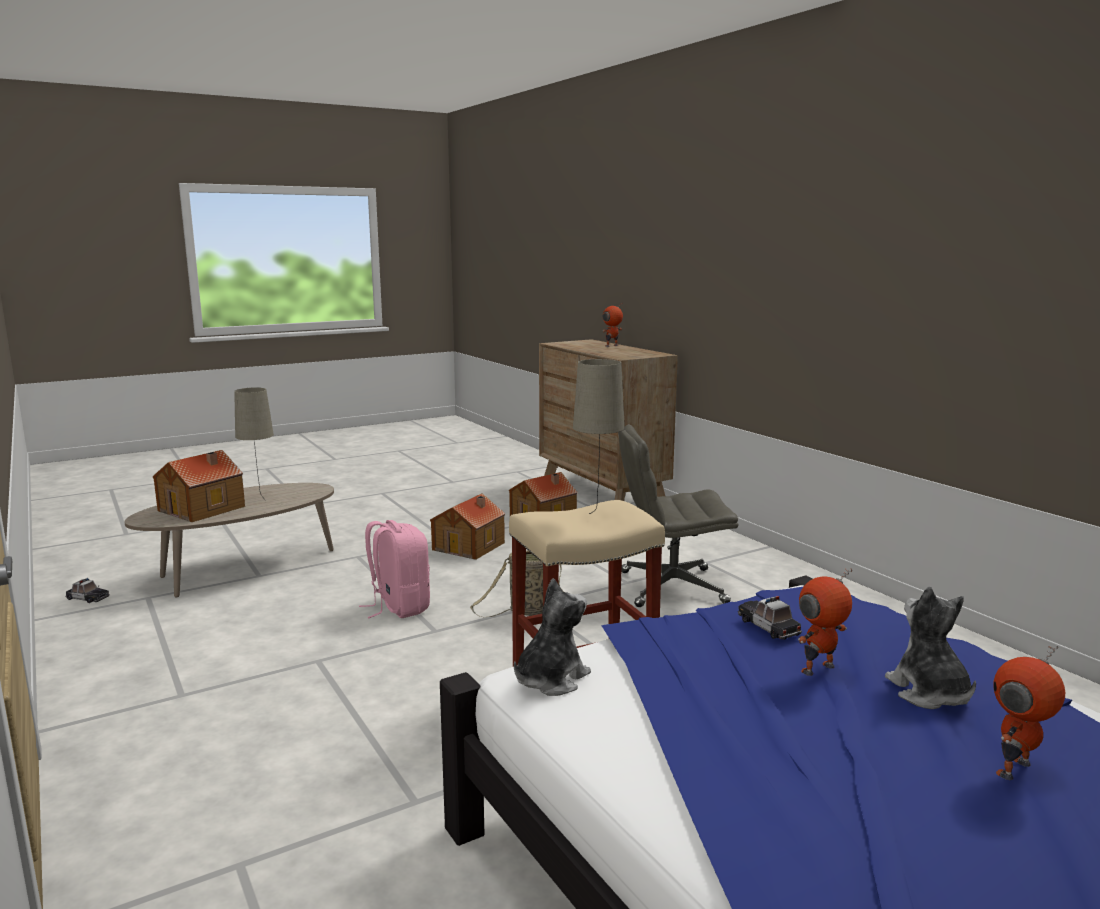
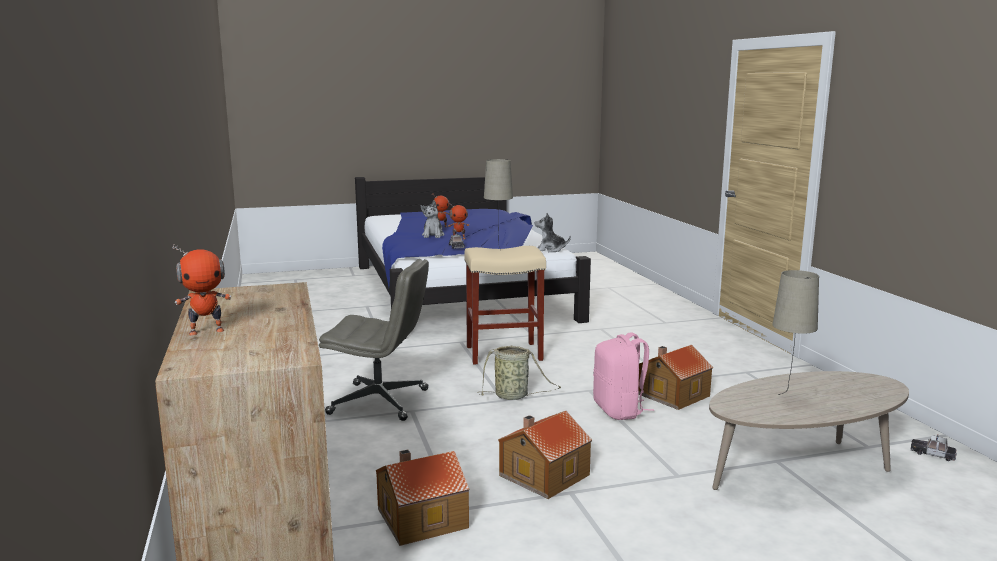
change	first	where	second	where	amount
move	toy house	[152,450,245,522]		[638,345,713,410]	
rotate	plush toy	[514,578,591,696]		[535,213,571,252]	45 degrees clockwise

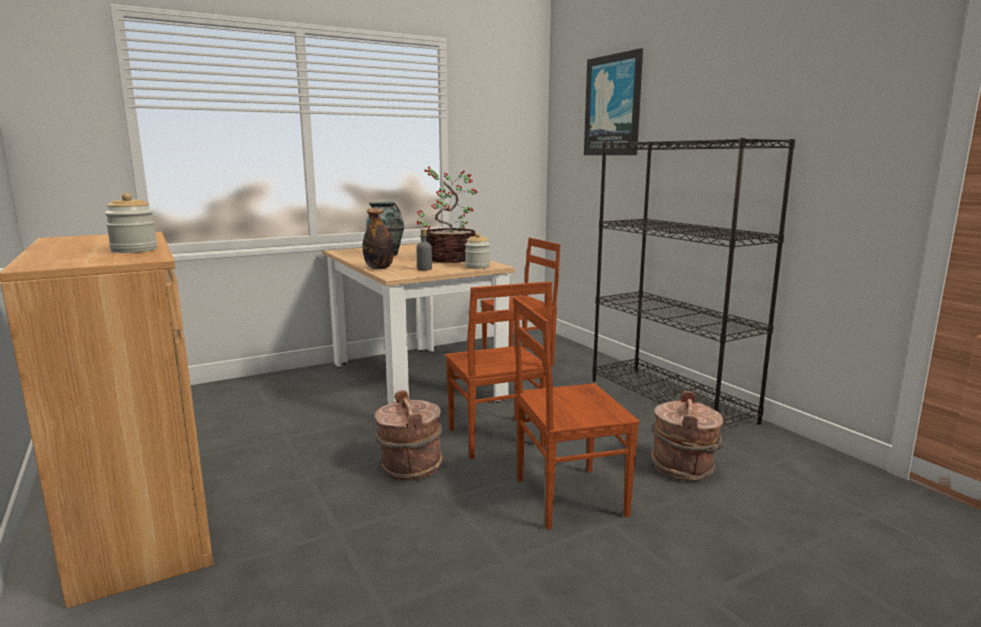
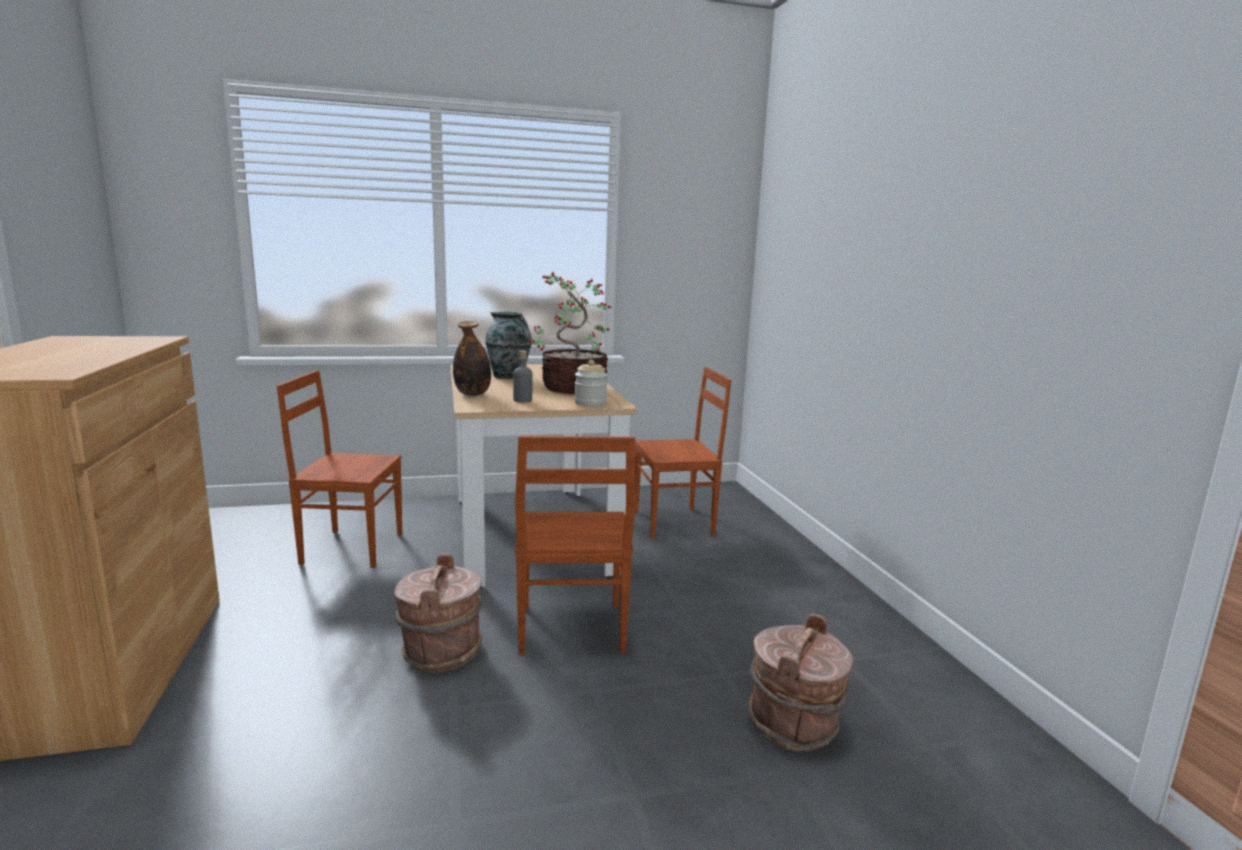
change	first	where	second	where	amount
delete	picture	[584,48,643,155]			
delete	black bookcase	[592,138,795,426]			
delete	jar	[104,193,157,253]			
move	brown chair	[513,297,640,530]		[277,370,402,568]	

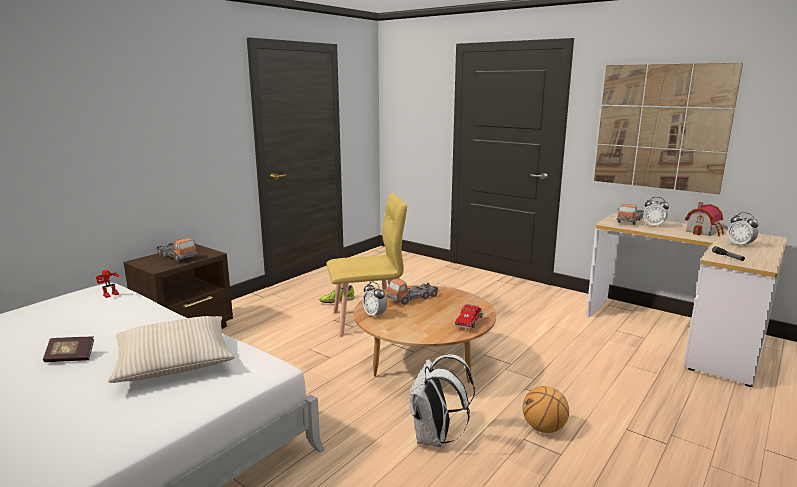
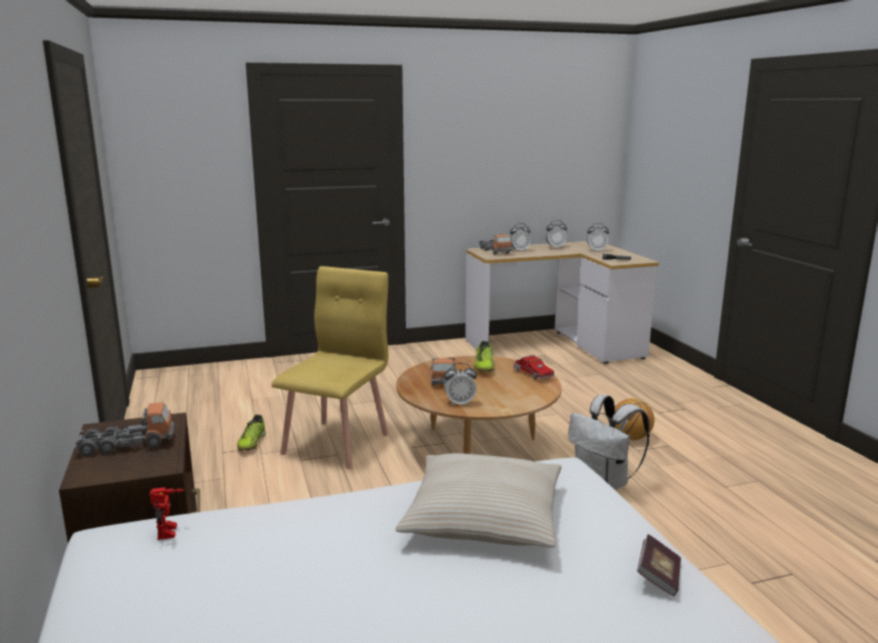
change	first	where	second	where	amount
delete	picture	[594,63,743,194]			
replace	toy house	[685,202,724,236]	alarm clock	[546,220,567,248]	
move	book	[43,337,94,362]		[637,534,681,596]	
insert			shoe	[474,341,494,372]	

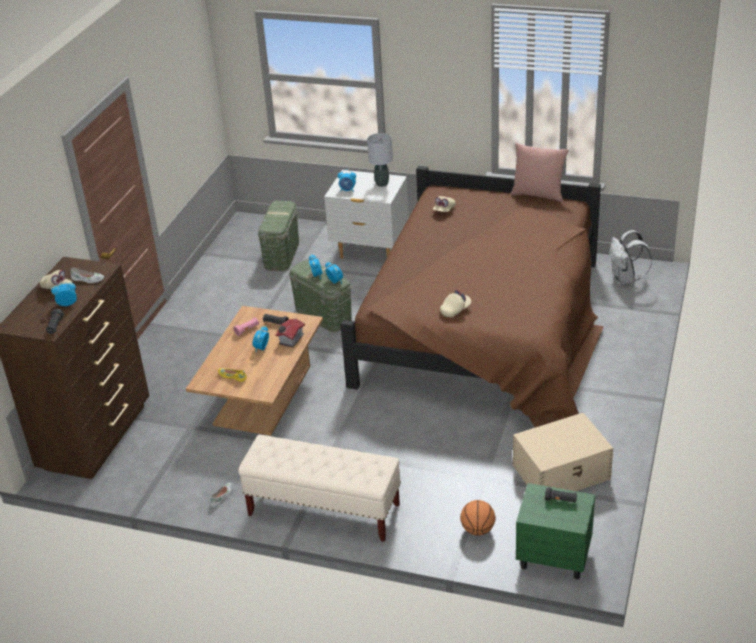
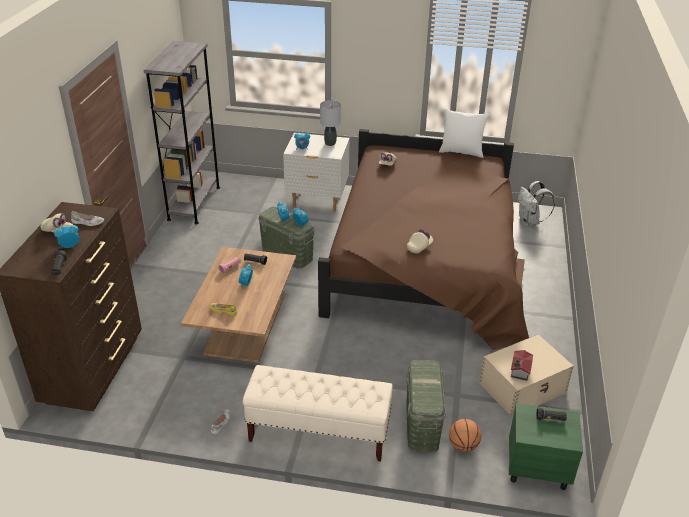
change	first	where	second	where	amount
recolor	pink pillow	[511,143,569,202]	white pillow	[439,109,489,158]	
move	green storage box	[258,201,299,271]		[406,360,446,452]	
move	toy house	[276,319,305,347]		[511,350,533,381]	
insert			grey bookcase	[144,41,220,224]	

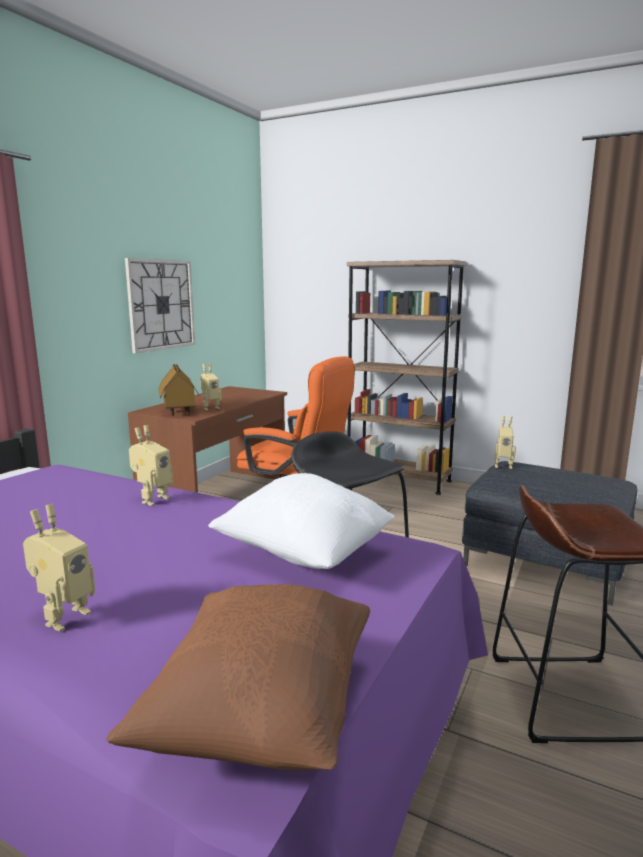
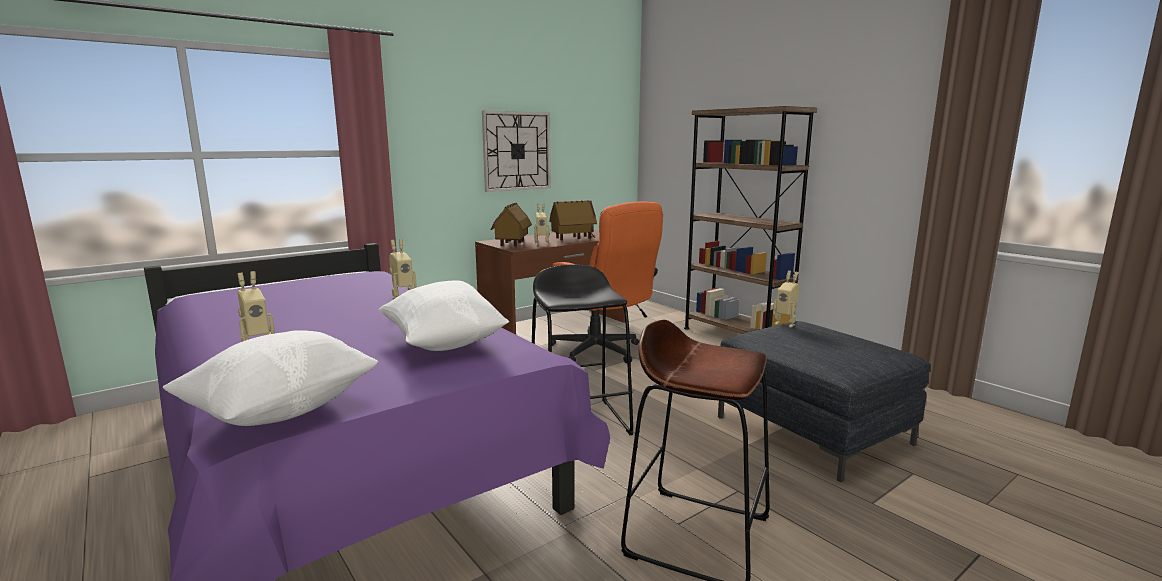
change	first	where	second	where	amount
recolor	brown pillow	[106,584,370,770]	white pillow	[163,330,378,426]	
insert			toy house	[549,200,597,240]	

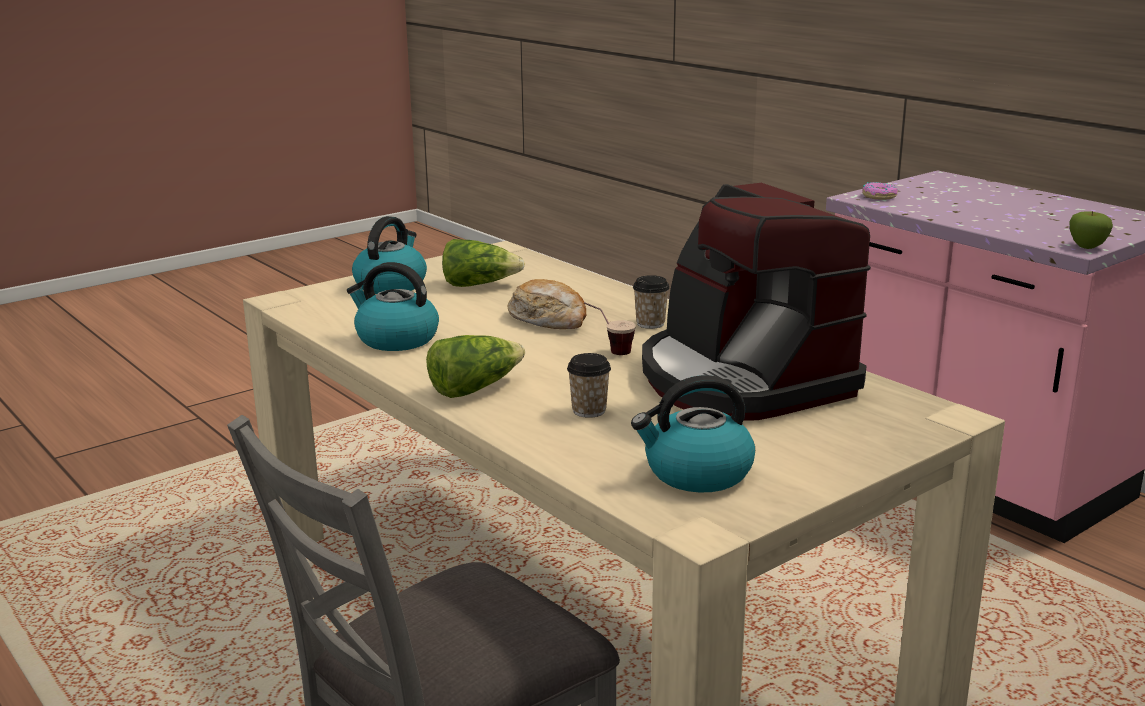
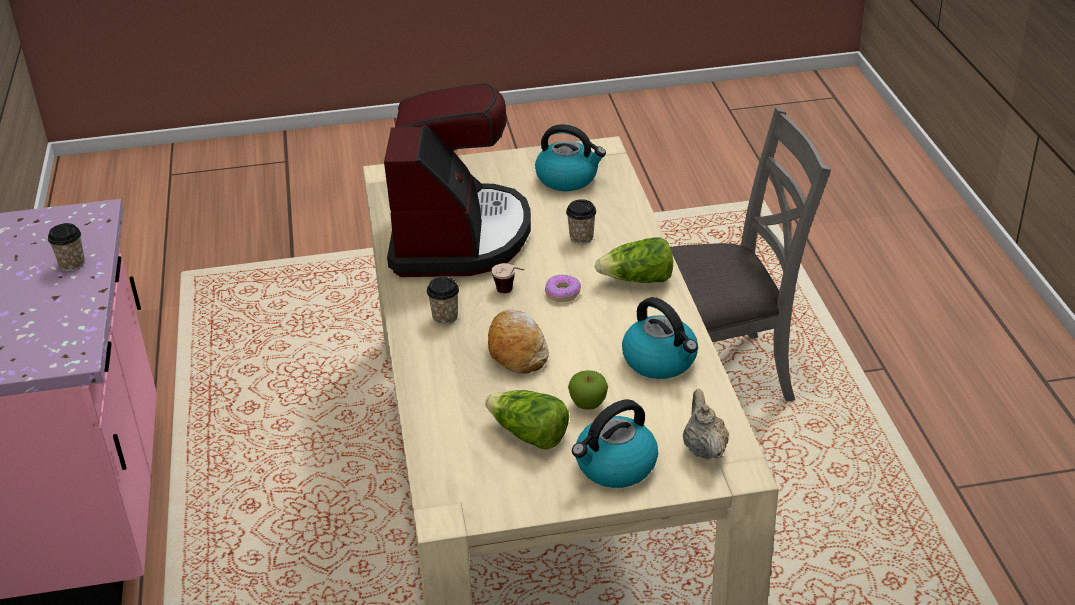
change	first	where	second	where	amount
move	donut	[862,182,898,200]		[545,274,581,302]	
move	apple	[1069,211,1113,249]		[568,370,608,410]	
insert			cup	[48,223,85,271]	
insert			beige teapot	[683,389,729,460]	

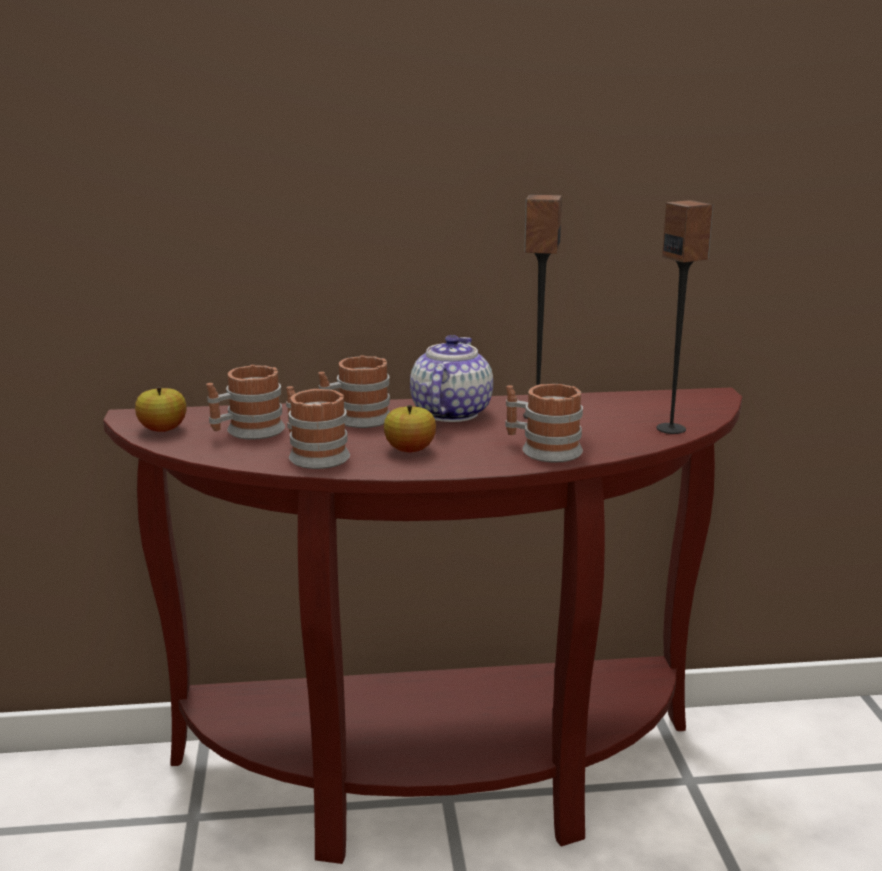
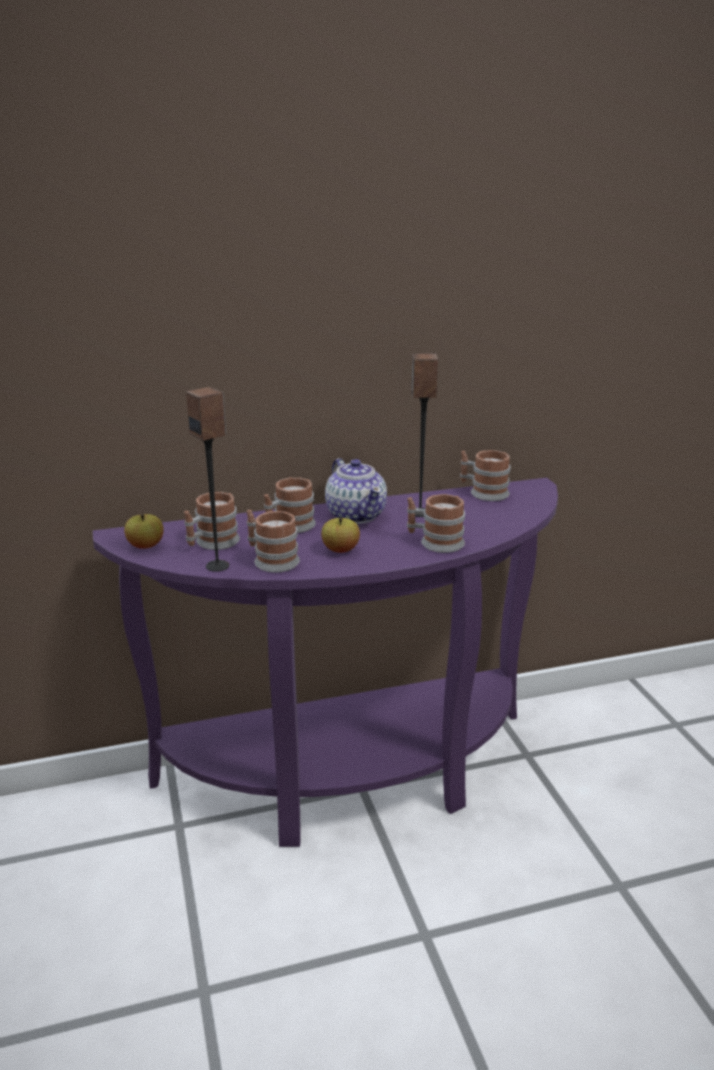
change	first	where	second	where	amount
move	speaker	[657,200,713,434]		[186,387,229,572]	
rotate	teapot	[410,335,493,422]		[325,458,387,524]	150 degrees clockwise
recolor	brown console table	[103,388,742,864]	purple console table	[93,478,558,847]	
insert			mug	[460,450,511,501]	

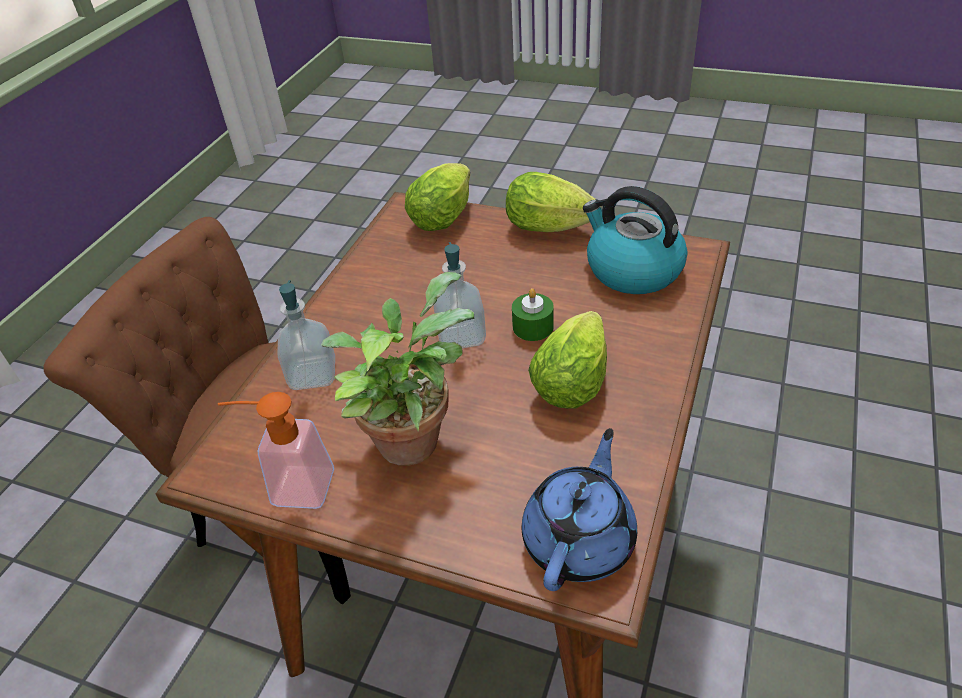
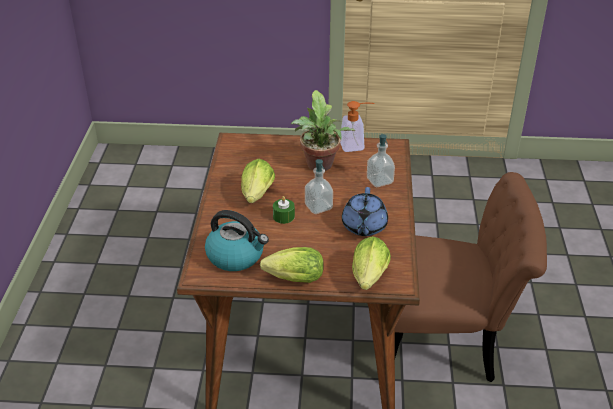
change	first	where	second	where	amount
move	blue teapot	[522,428,637,591]		[342,187,388,236]	

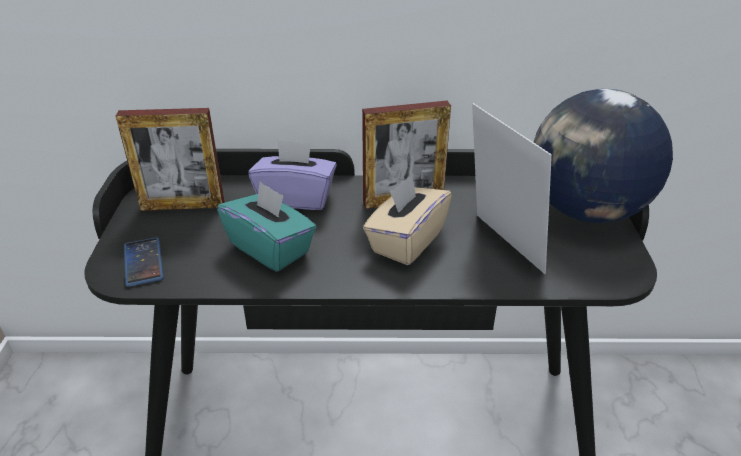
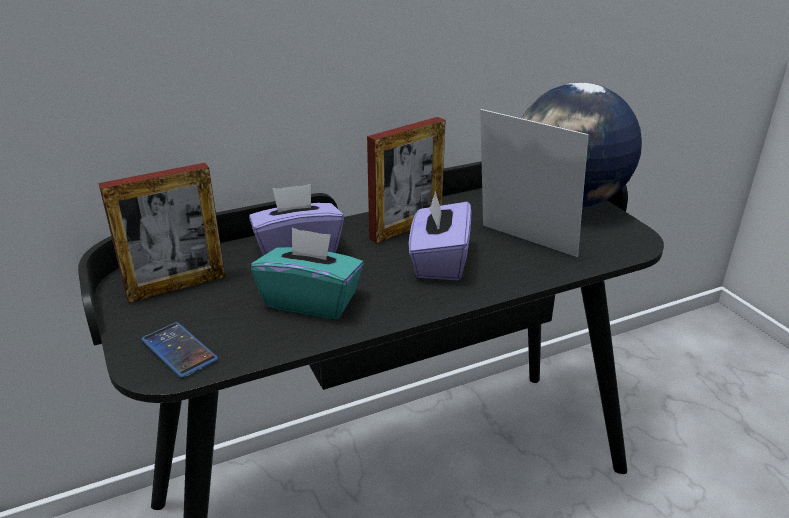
change	first	where	second	where	amount
recolor	beige tissue box	[363,174,452,265]	purple tissue box	[409,191,471,280]	

